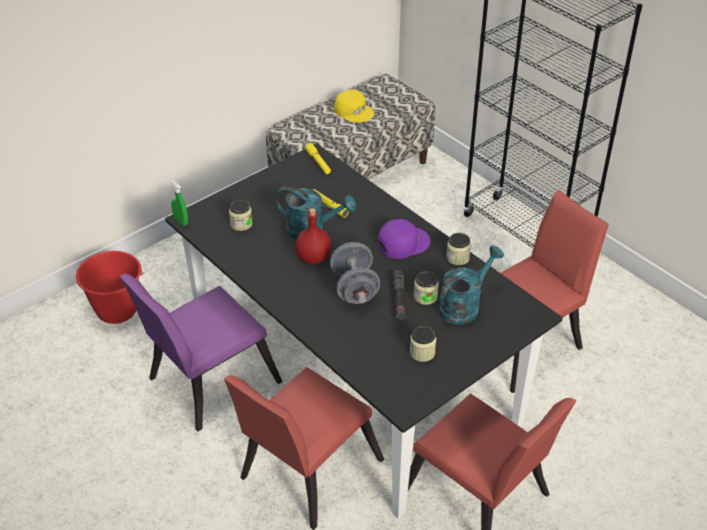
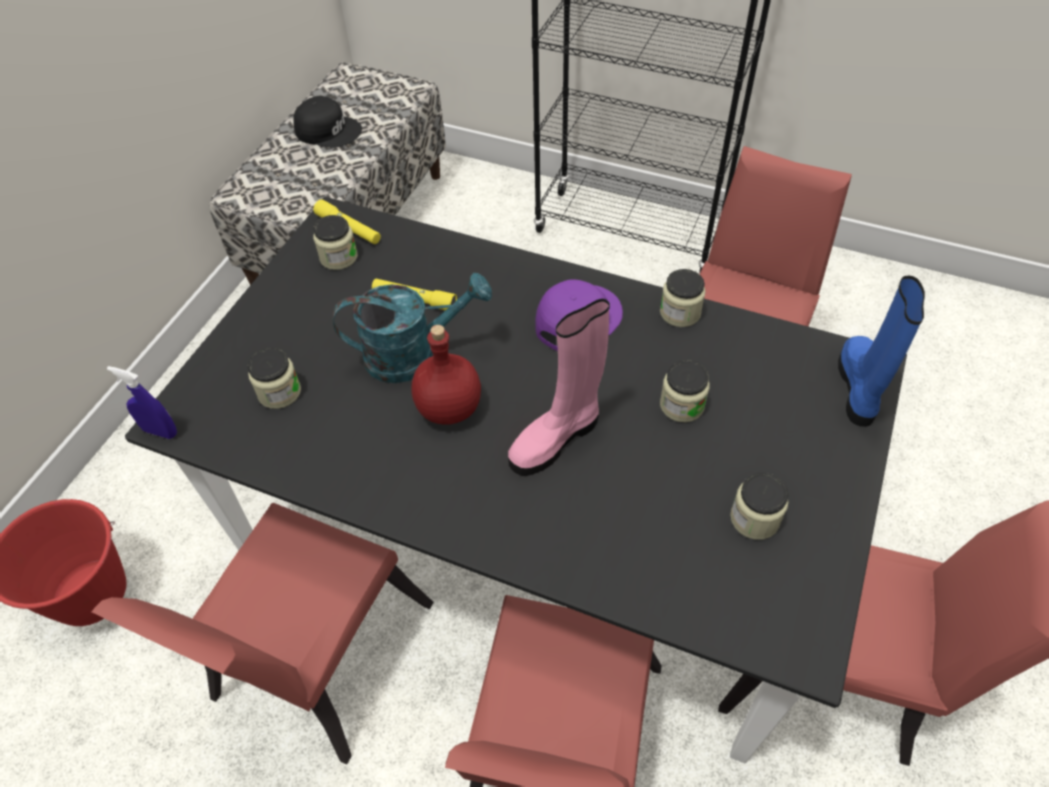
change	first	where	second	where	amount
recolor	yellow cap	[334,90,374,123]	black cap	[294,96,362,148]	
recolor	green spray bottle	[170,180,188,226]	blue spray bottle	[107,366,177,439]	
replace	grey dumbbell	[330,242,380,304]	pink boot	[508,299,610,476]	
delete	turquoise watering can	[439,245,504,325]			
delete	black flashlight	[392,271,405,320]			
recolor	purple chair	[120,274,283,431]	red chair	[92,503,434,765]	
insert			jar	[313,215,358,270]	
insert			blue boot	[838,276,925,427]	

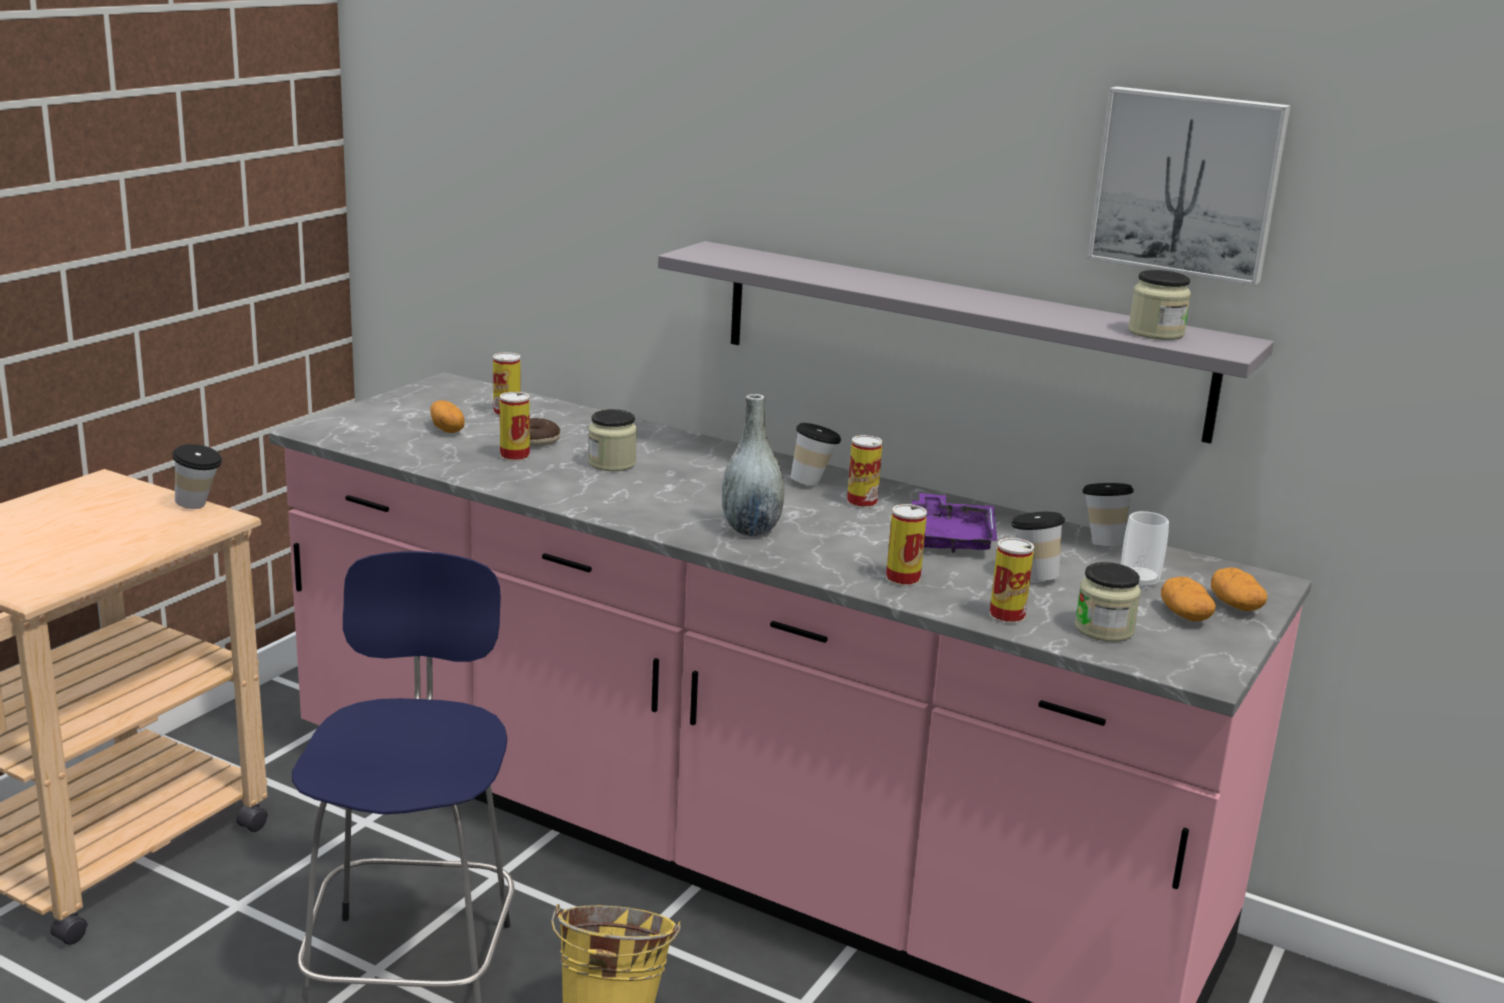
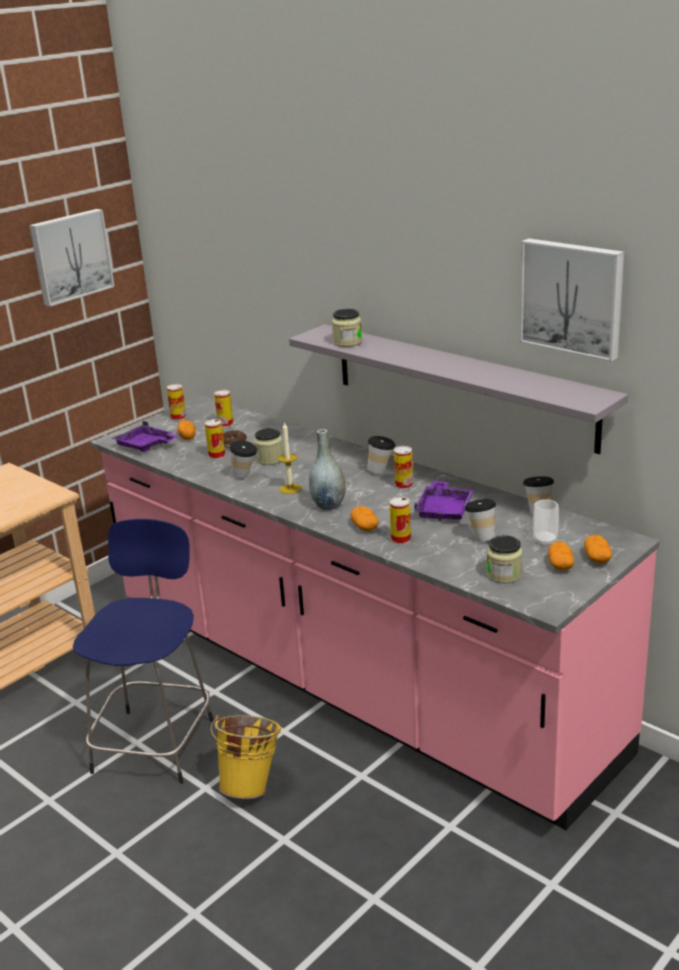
change	first	where	second	where	amount
move	jar	[1128,270,1191,340]		[332,309,362,347]	
move	cup	[173,444,222,509]		[230,441,257,479]	
move	can	[989,538,1034,624]		[166,384,186,421]	
insert			picture	[29,209,115,307]	
insert			purple tray	[112,421,178,452]	
insert			candle	[278,422,301,494]	
insert			potato	[350,506,378,531]	

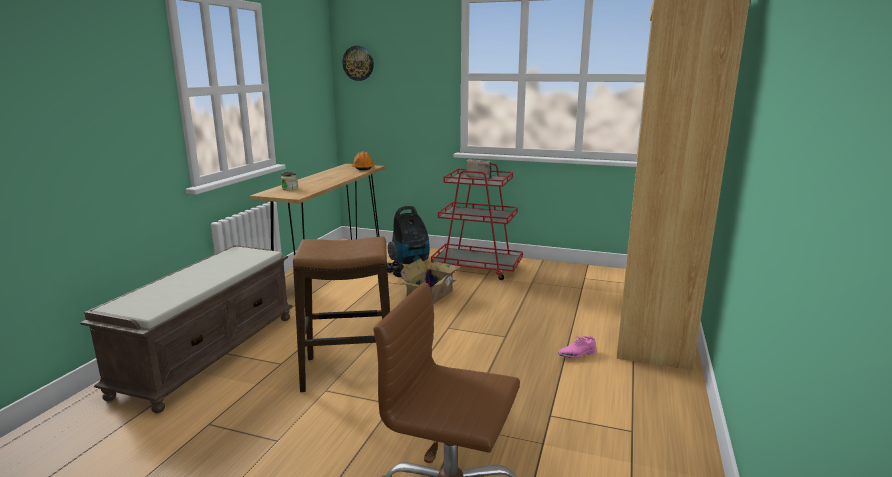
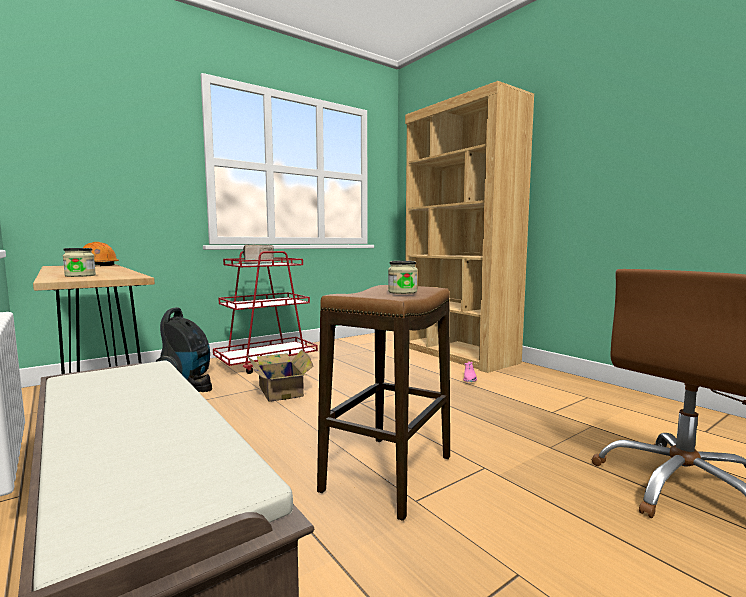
change	first	where	second	where	amount
delete	wall clock	[342,46,374,81]			
insert			jar	[388,261,418,294]	

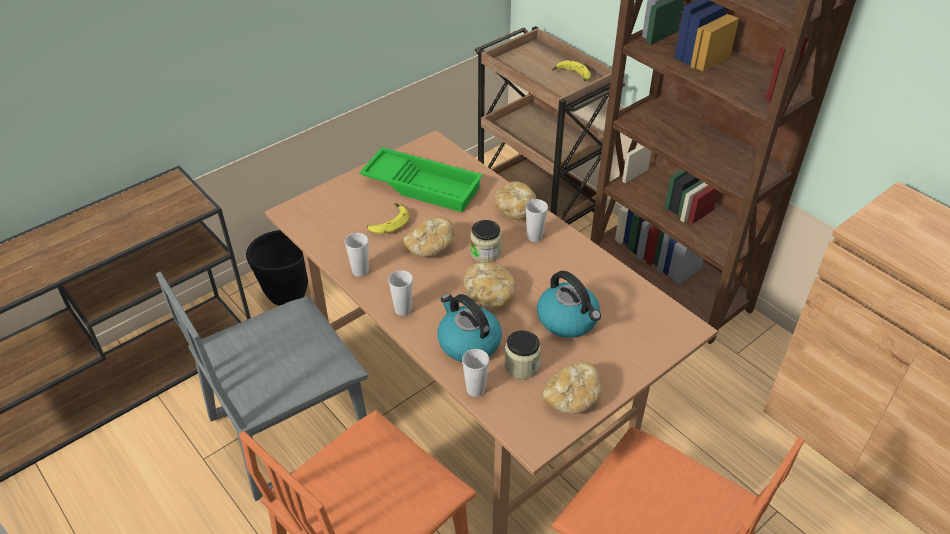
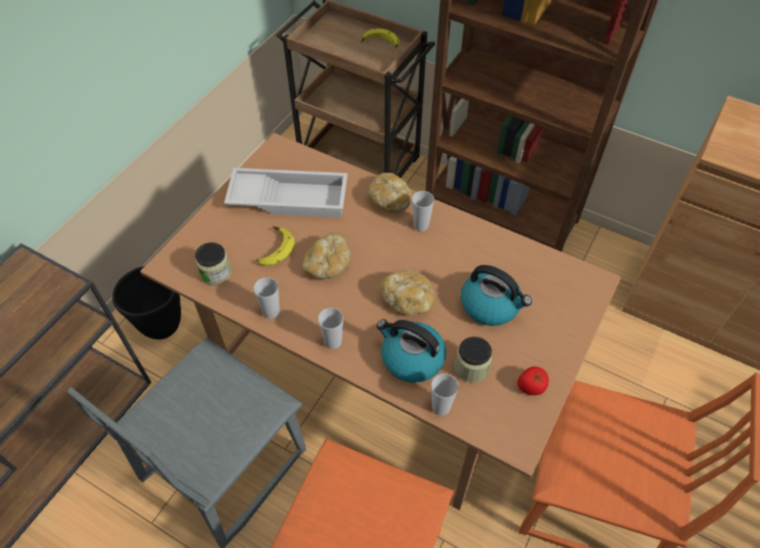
change	first	where	second	where	amount
recolor	green tray	[359,147,483,212]	white tray	[224,168,348,218]	
move	jar	[470,220,502,263]		[195,242,232,285]	
replace	bread	[543,361,602,414]	tomato	[517,366,549,395]	

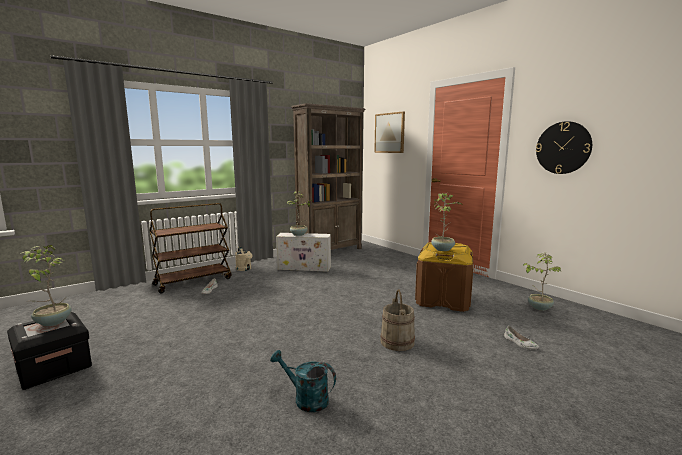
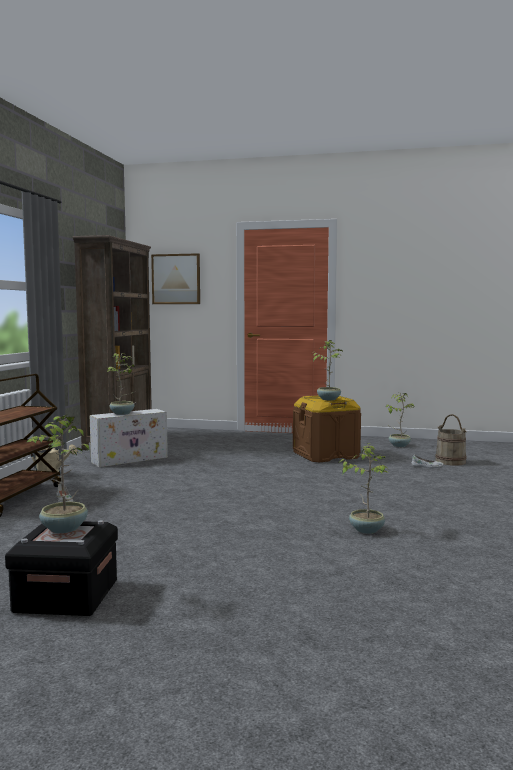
change	first	where	second	where	amount
delete	wall clock	[536,121,592,174]			
move	beige bucket	[380,289,415,351]		[435,414,467,466]	
replace	turquoise watering can	[270,350,336,412]	potted plant	[339,443,389,534]	

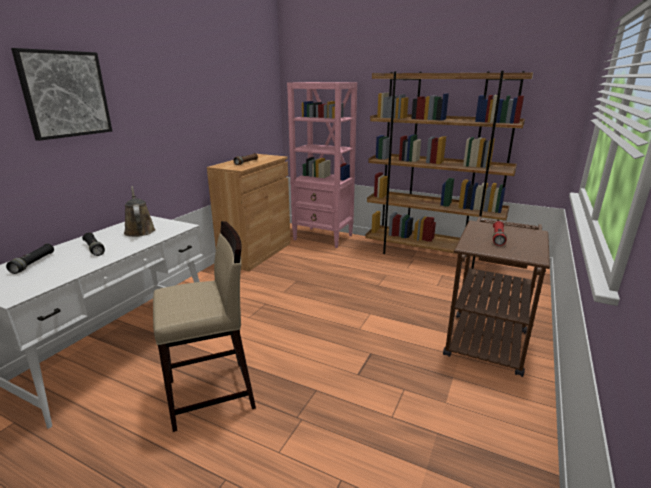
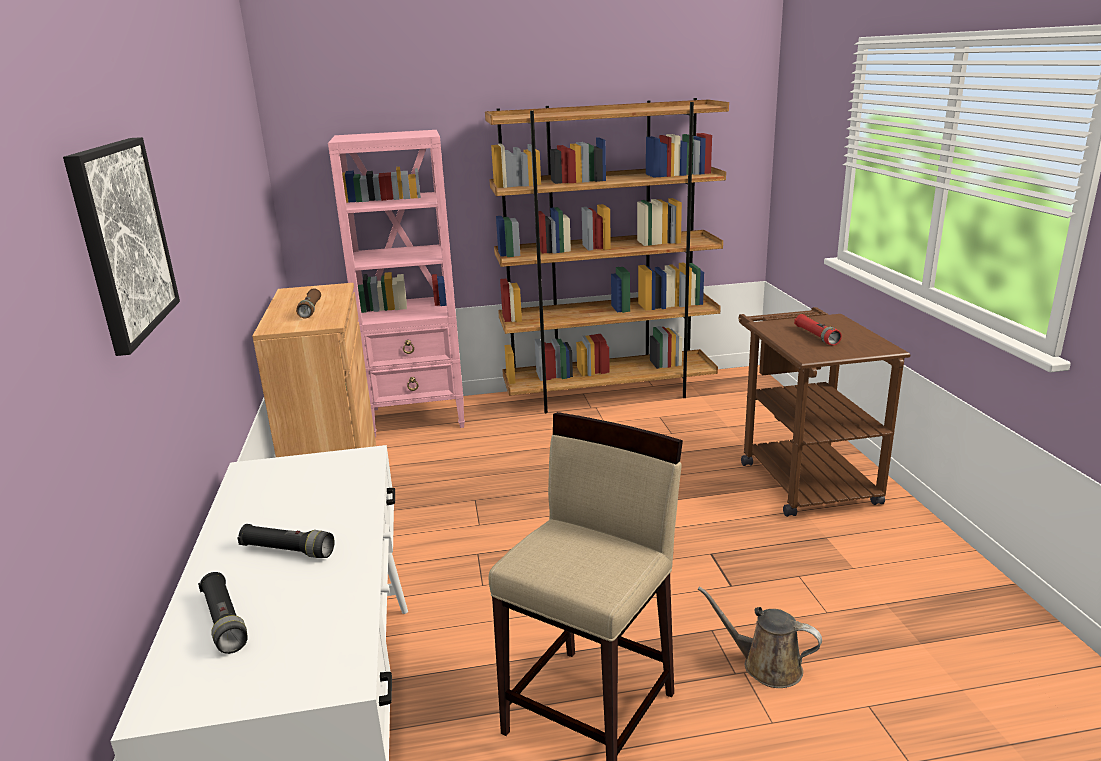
change	first	where	second	where	amount
move	brown watering can	[124,186,156,237]		[698,586,822,688]	

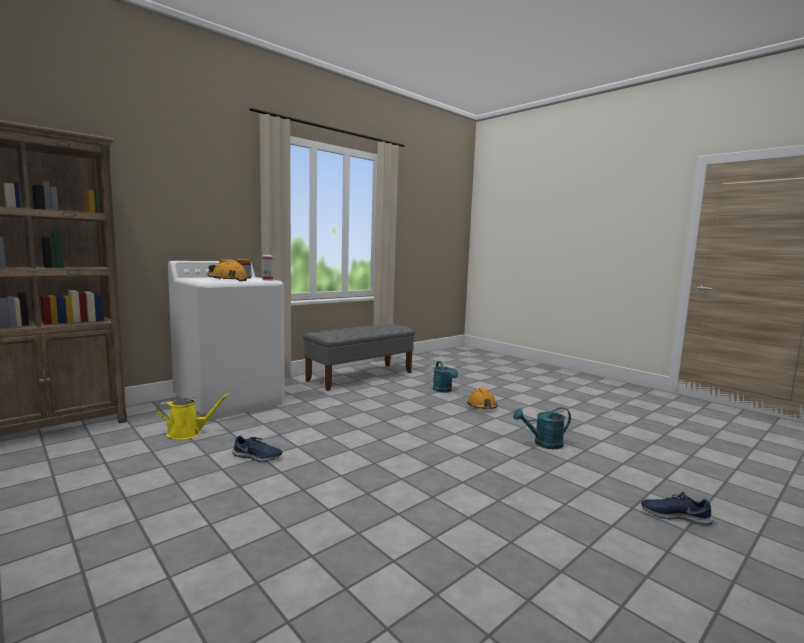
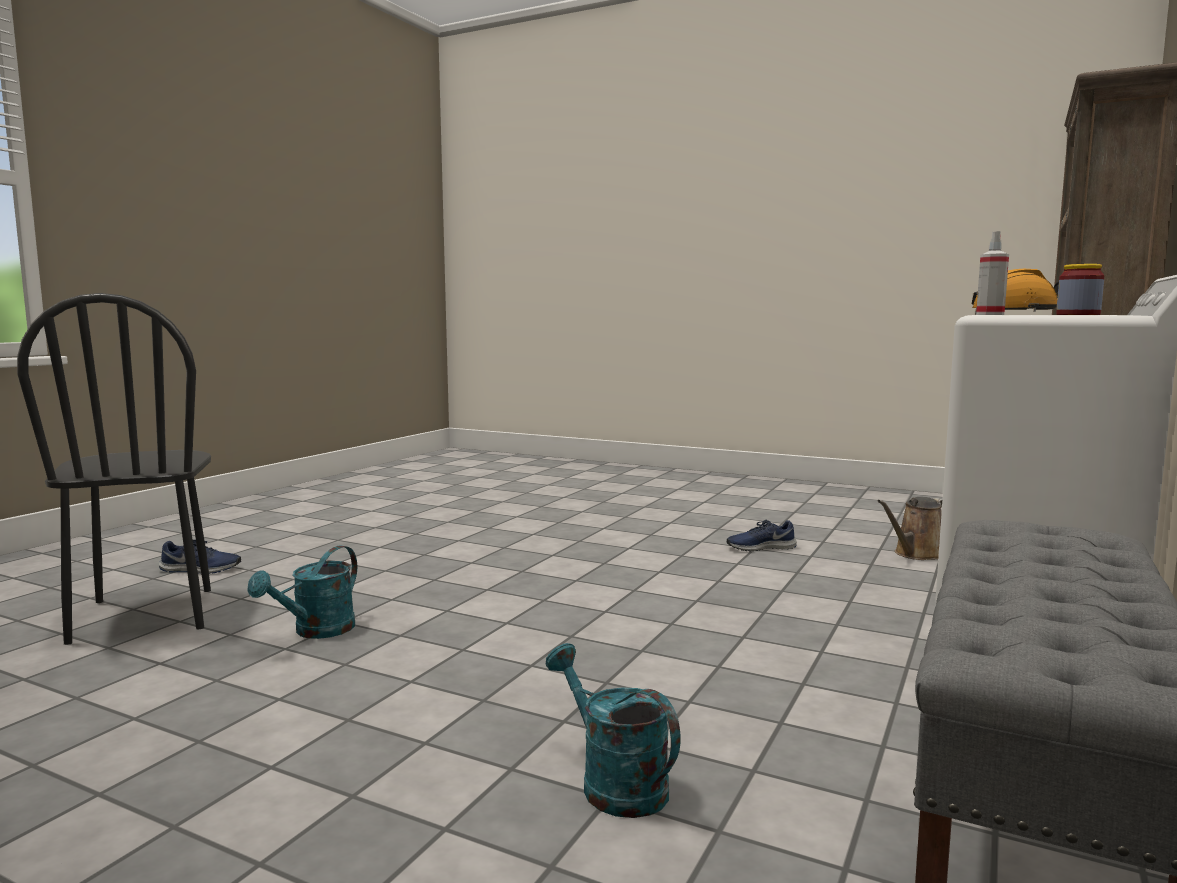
change	first	where	second	where	amount
delete	orange hard hat	[467,388,497,409]			
recolor	yellow watering can	[156,393,230,440]	brown watering can	[877,497,942,560]	
rotate	turquoise watering can	[513,407,571,449]		[248,546,357,639]	150 degrees clockwise
insert			black chair	[17,293,211,645]	

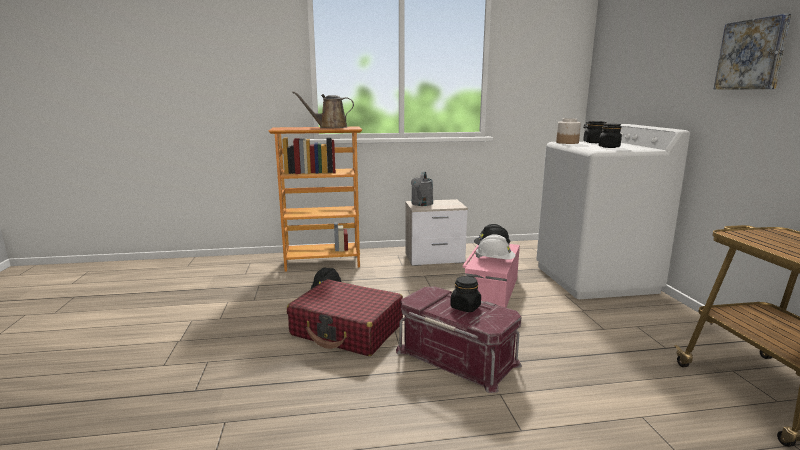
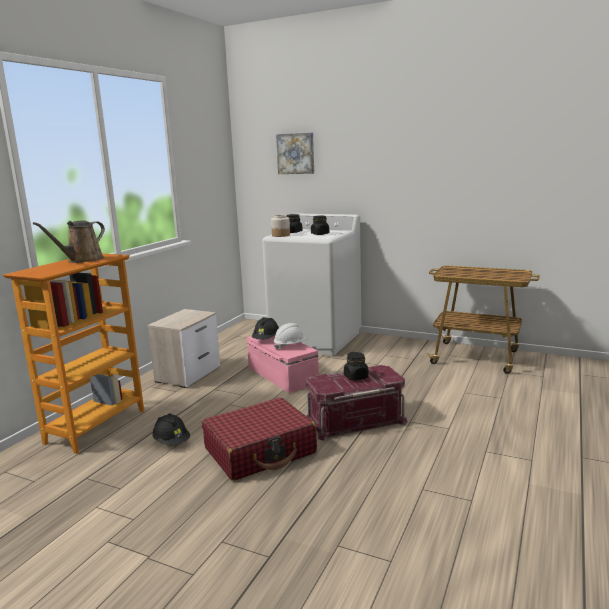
change	first	where	second	where	amount
move	picture	[714,14,792,90]		[276,133,314,174]	
delete	grey watering can	[411,172,433,206]			

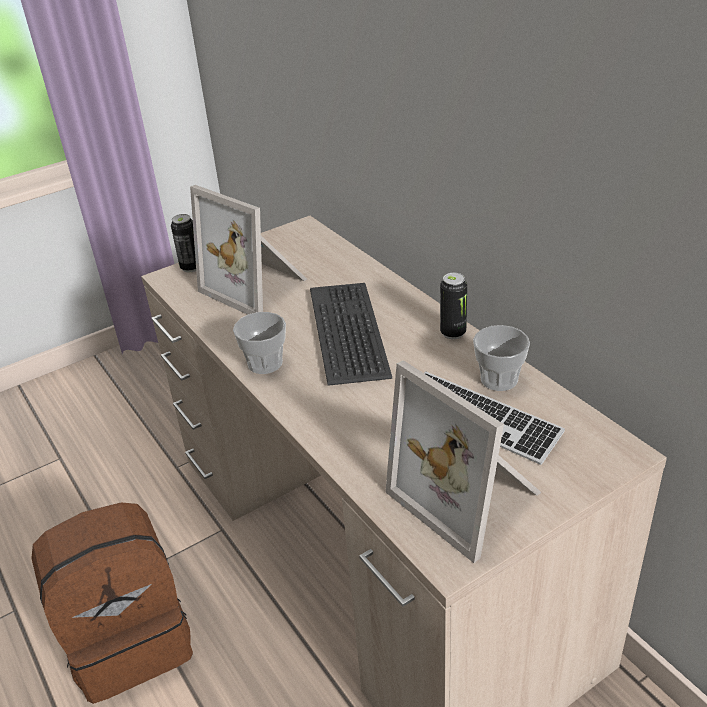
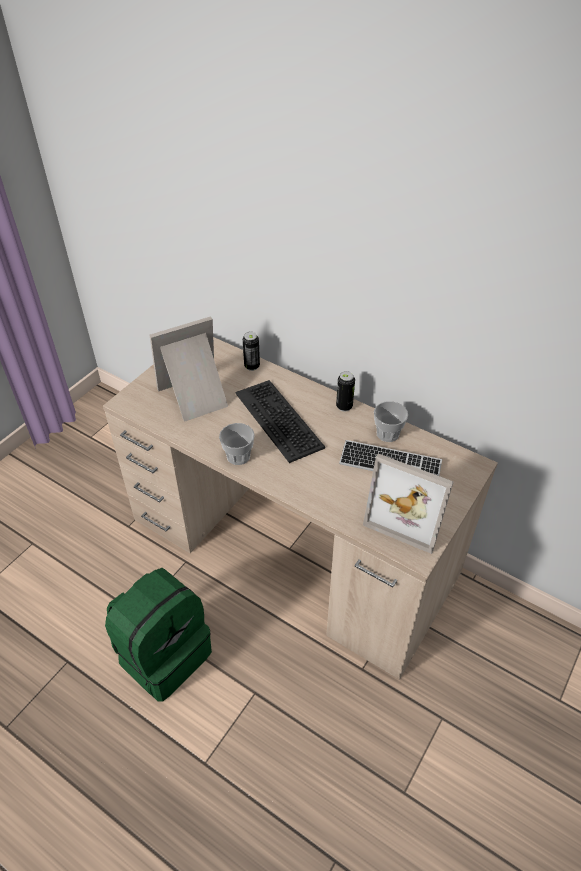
change	first	where	second	where	amount
rotate	picture frame	[190,185,307,315]		[150,316,228,422]	135 degrees clockwise
move	can	[171,214,196,272]		[243,331,260,371]	
recolor	brown backpack	[31,502,193,704]	green backpack	[105,568,212,702]	

